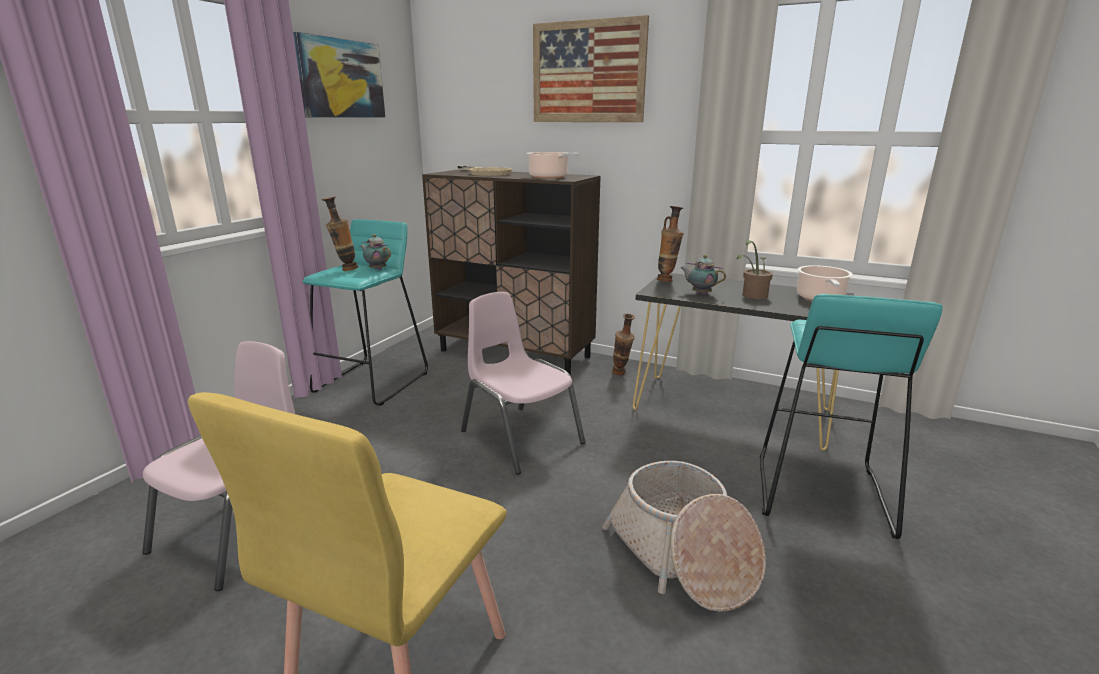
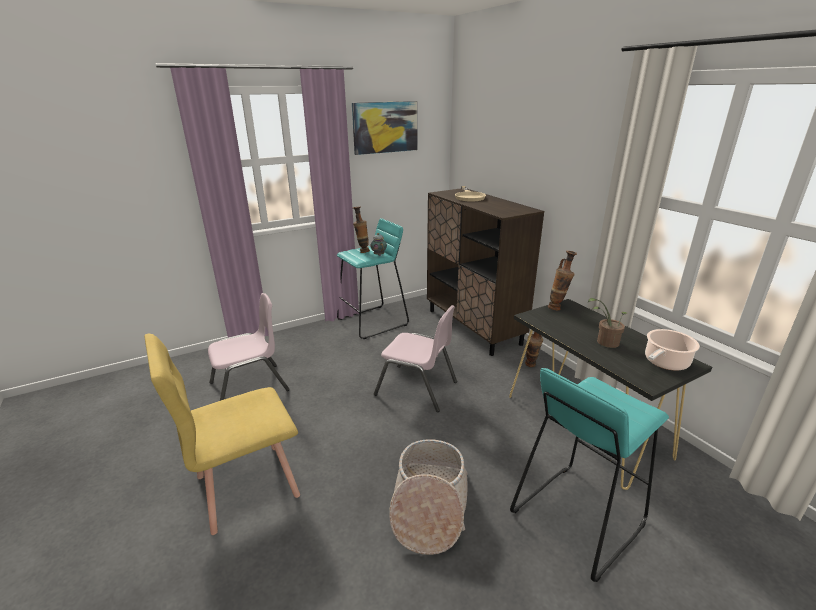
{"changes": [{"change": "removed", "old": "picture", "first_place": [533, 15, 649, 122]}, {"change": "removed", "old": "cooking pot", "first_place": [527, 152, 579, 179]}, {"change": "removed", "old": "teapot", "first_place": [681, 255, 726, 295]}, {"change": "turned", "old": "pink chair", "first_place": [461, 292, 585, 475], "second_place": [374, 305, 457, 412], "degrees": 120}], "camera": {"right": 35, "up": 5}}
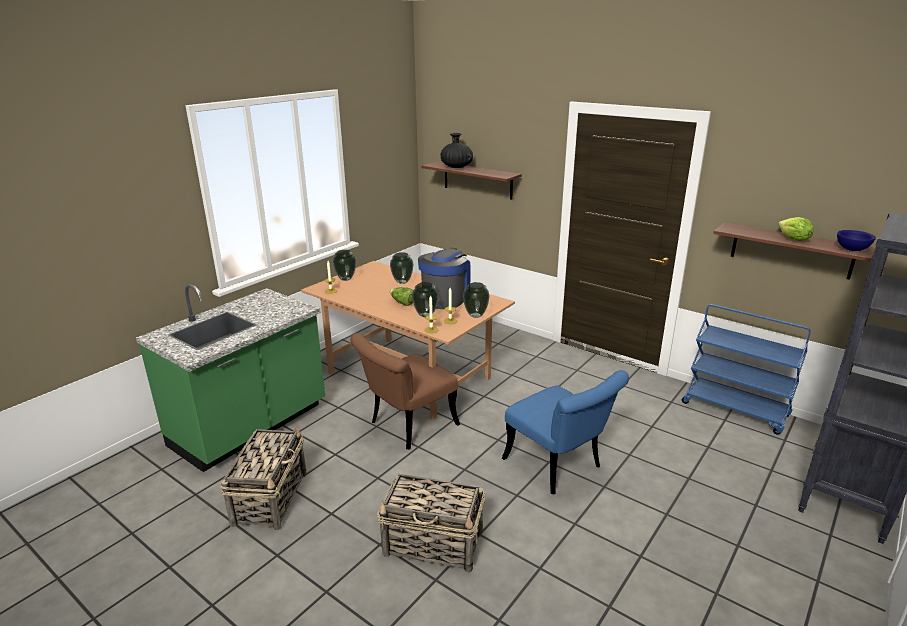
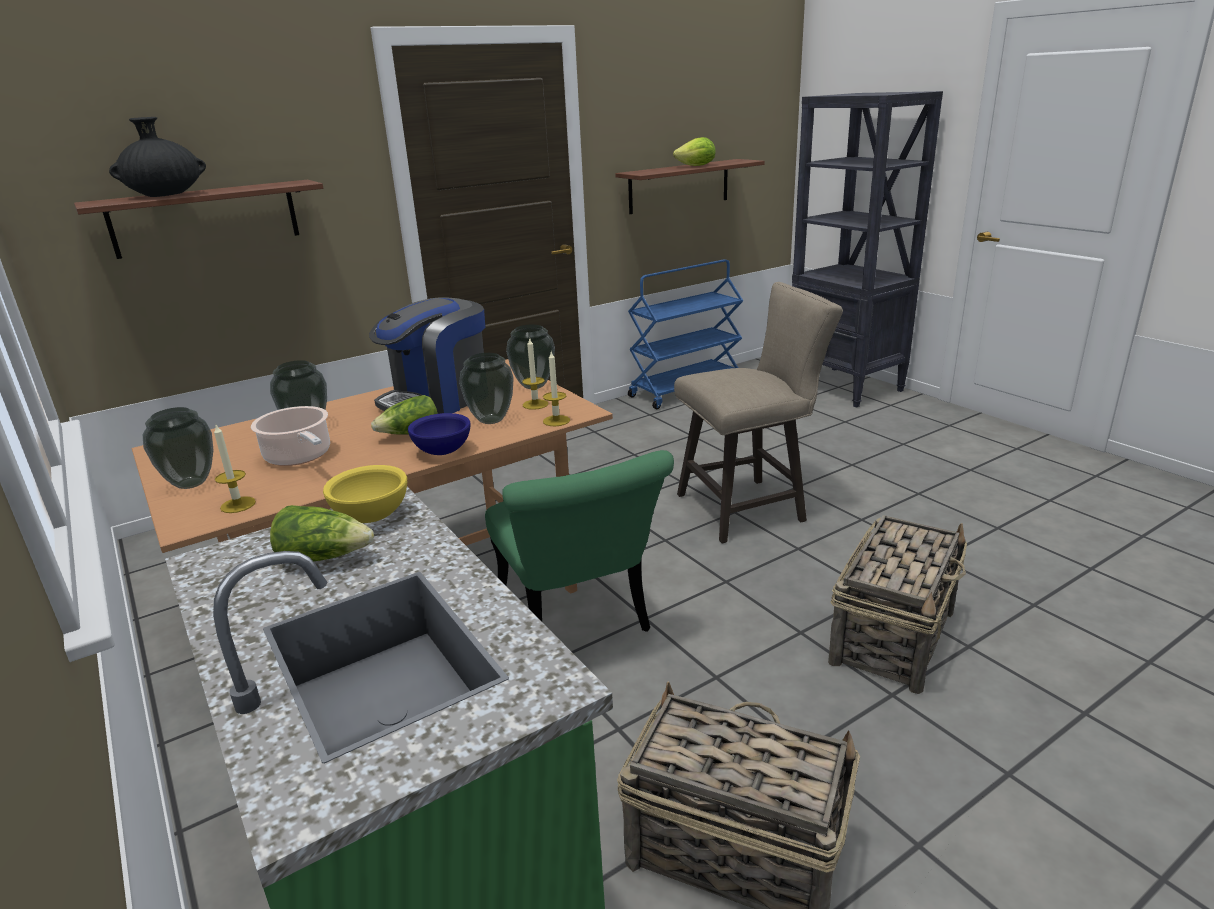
{"changes": [{"change": "moved", "old": "blue bowl", "first_place": [837, 230, 876, 251], "second_place": [408, 413, 470, 455]}, {"change": "turned", "old": "coffee machine", "first_place": [418, 248, 471, 309], "second_place": [369, 298, 485, 414], "degrees": -90}, {"change": "recoloured", "old": "brown chair", "new": "green chair", "first_place": [350, 333, 460, 449], "second_place": [485, 450, 674, 632]}, {"change": "replaced", "old": "blue chair", "new": "beige stool", "first_place": [502, 370, 629, 494], "second_place": [674, 282, 843, 543]}, {"change": "added", "new": "cooking pot", "second_place": [251, 406, 330, 466]}, {"change": "added", "new": "yellow bowl", "second_place": [323, 465, 407, 523]}, {"change": "added", "new": "lettuce", "second_place": [270, 505, 374, 562]}], "camera": {"right": -70, "up": 0}}
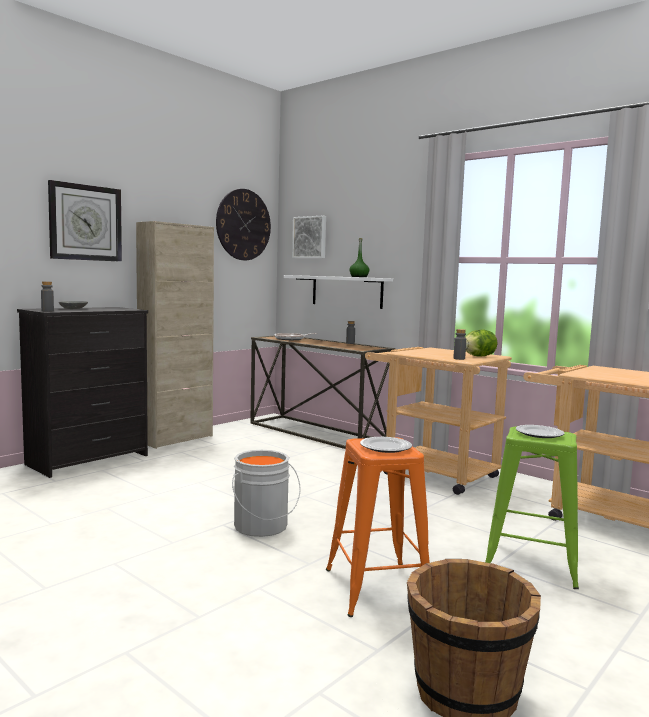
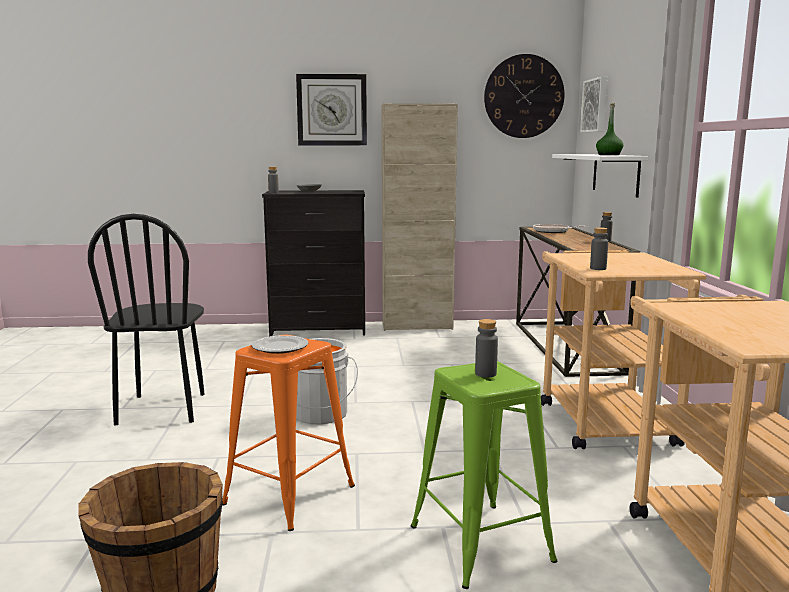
{"changes": [{"change": "removed", "old": "lettuce", "first_place": [465, 330, 497, 357]}, {"change": "replaced", "old": "plate", "new": "grey bottle", "first_place": [516, 425, 564, 438], "second_place": [475, 319, 498, 378]}, {"change": "added", "new": "black chair", "second_place": [88, 214, 205, 425]}], "camera": {"right": 45, "up": 5}}
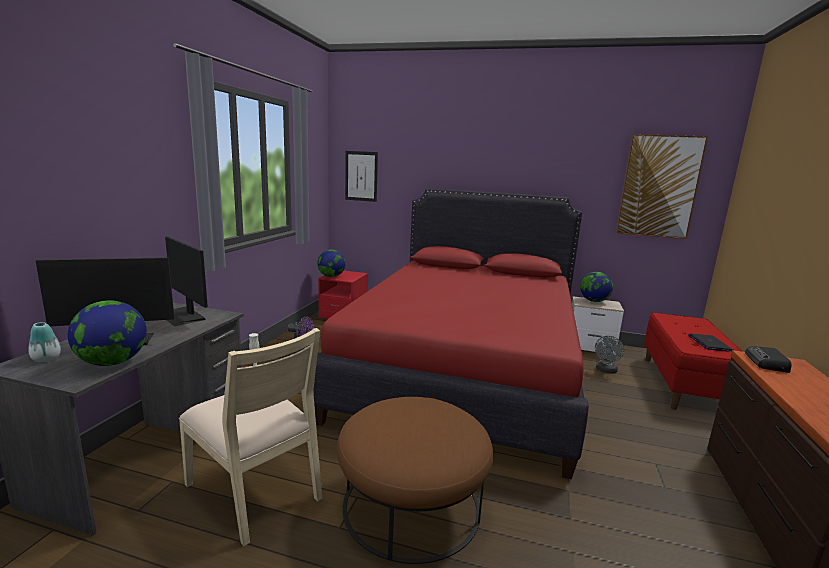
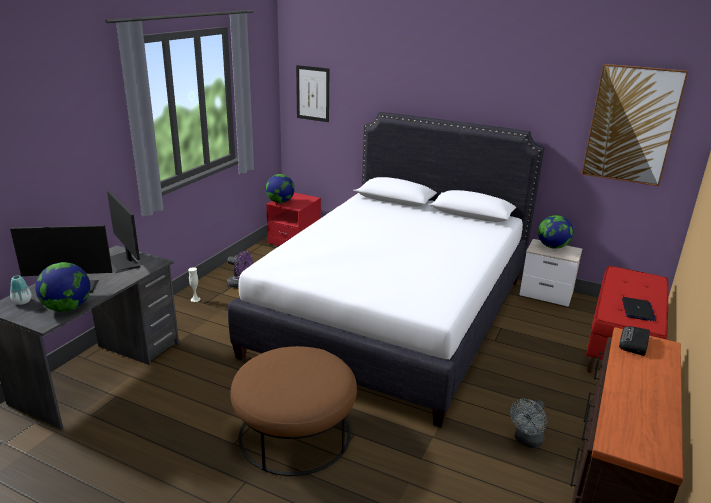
{"changes": [{"change": "recoloured", "old": "red bed", "new": "white bed", "first_place": [313, 189, 589, 479], "second_place": [228, 112, 545, 428]}, {"change": "removed", "old": "beige chair", "first_place": [179, 328, 322, 546]}, {"change": "moved", "old": "grey fan", "first_place": [595, 336, 624, 374], "second_place": [510, 399, 547, 448]}], "camera": {"right": 10, "up": 10}}
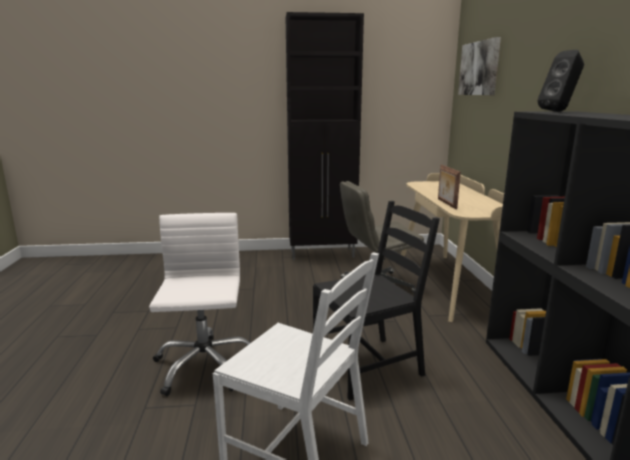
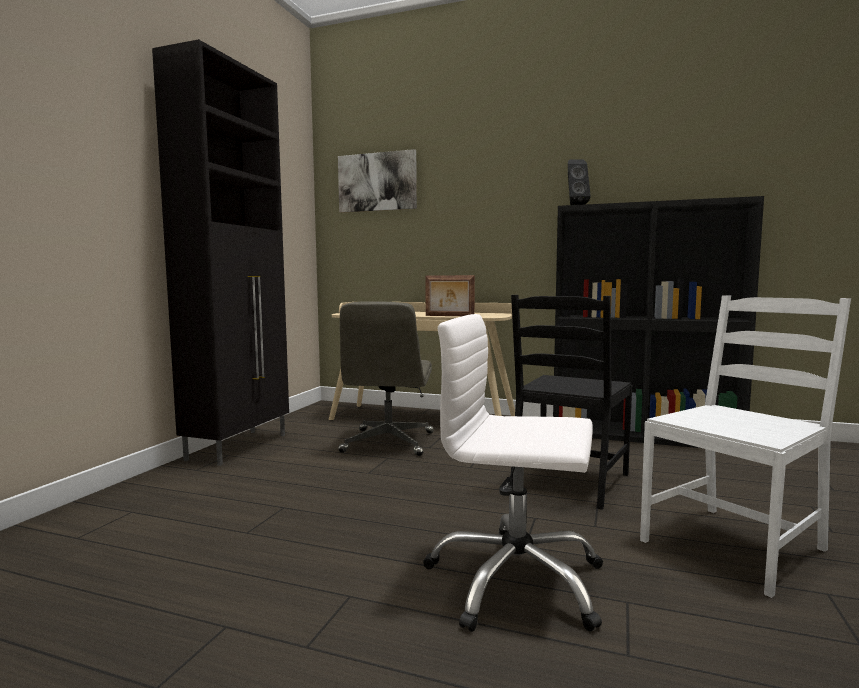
{"changes": [{"change": "turned", "old": "black chair", "first_place": [313, 201, 440, 401], "second_place": [511, 295, 632, 510], "degrees": -150}], "camera": {"right": -65, "up": -10}}
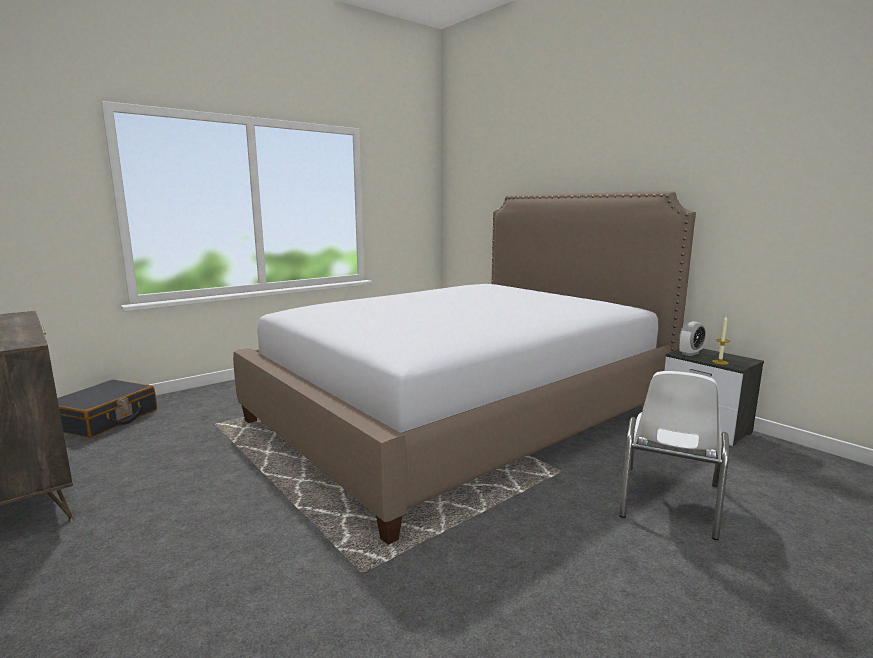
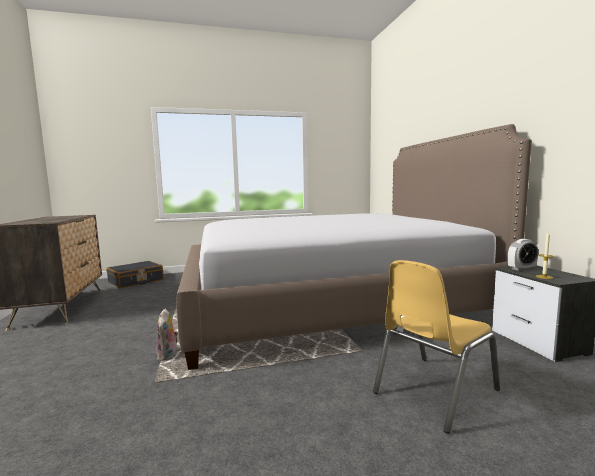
{"changes": [{"change": "recoloured", "old": "white chair", "new": "yellow chair", "first_place": [619, 371, 729, 540], "second_place": [373, 260, 500, 434]}, {"change": "added", "new": "plush toy", "second_place": [157, 309, 178, 361]}], "camera": {"right": 25, "up": -5}}
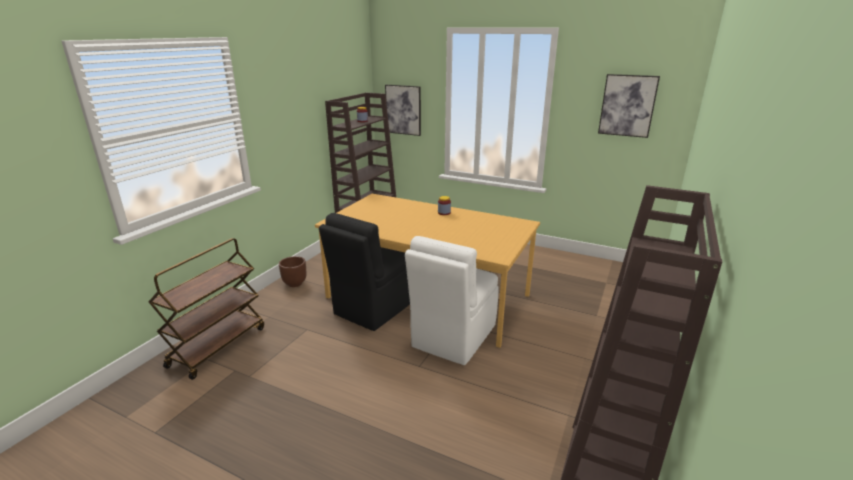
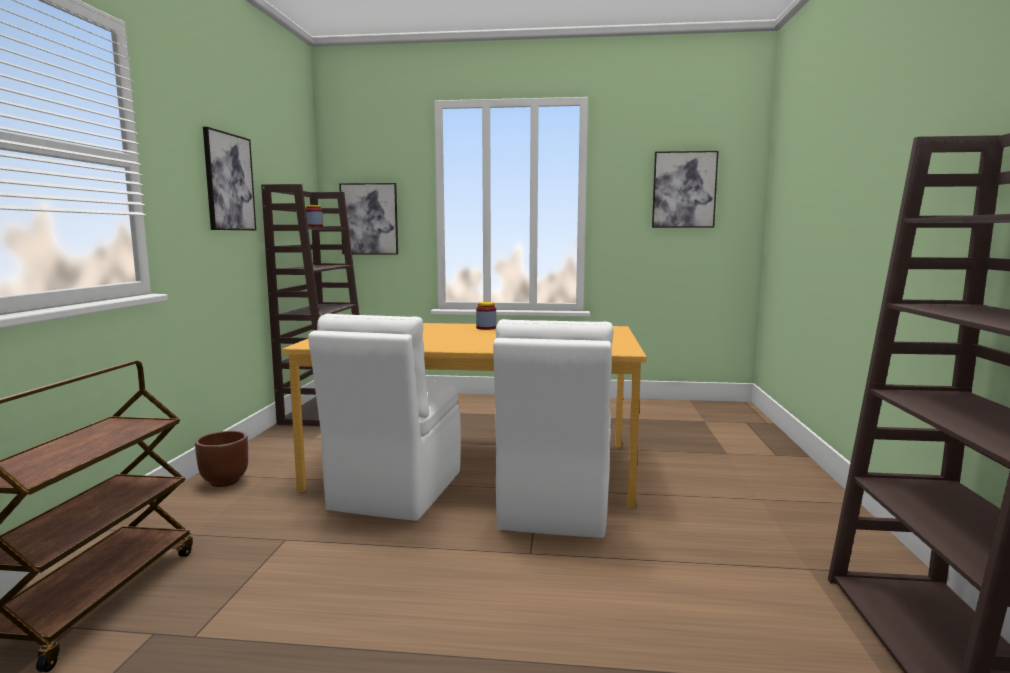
{"changes": [{"change": "recoloured", "old": "black chair", "new": "white chair", "first_place": [319, 213, 410, 331], "second_place": [308, 314, 461, 521]}, {"change": "added", "new": "picture", "second_place": [203, 127, 256, 230]}], "camera": {"right": -20, "up": -15}}
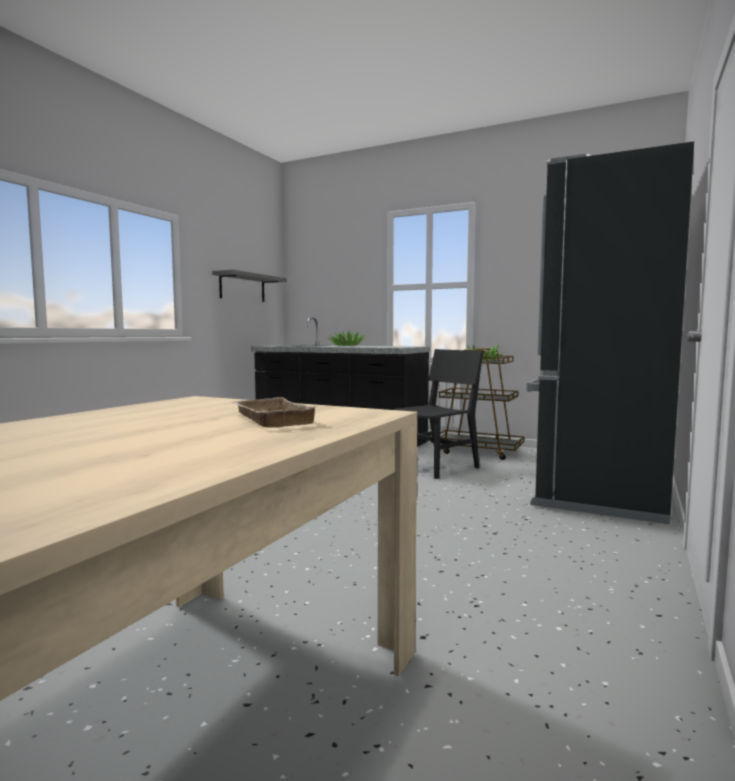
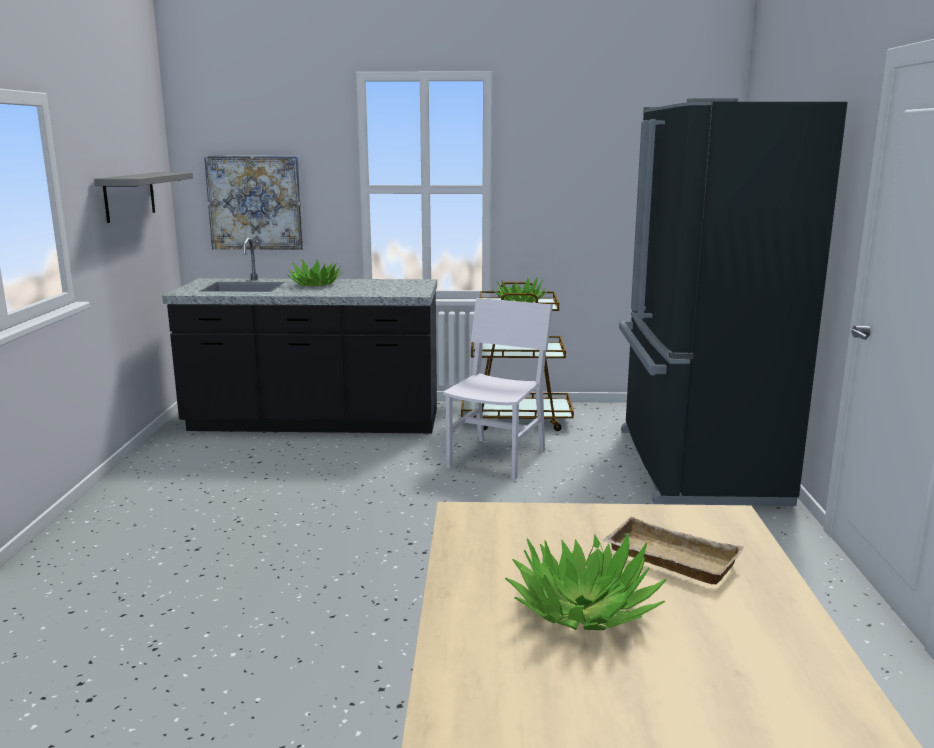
{"changes": [{"change": "recoloured", "old": "black chair", "new": "white chair", "first_place": [393, 349, 484, 479], "second_place": [443, 298, 553, 480]}, {"change": "added", "new": "picture", "second_place": [204, 156, 303, 250]}, {"change": "added", "new": "potted plant", "second_place": [505, 533, 666, 630]}], "camera": {"right": -25, "up": 10}}
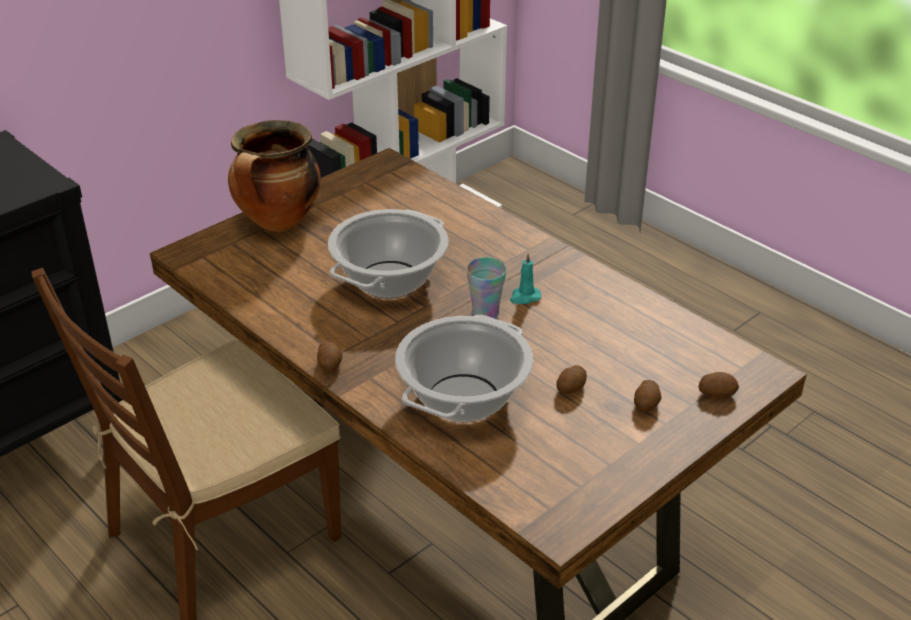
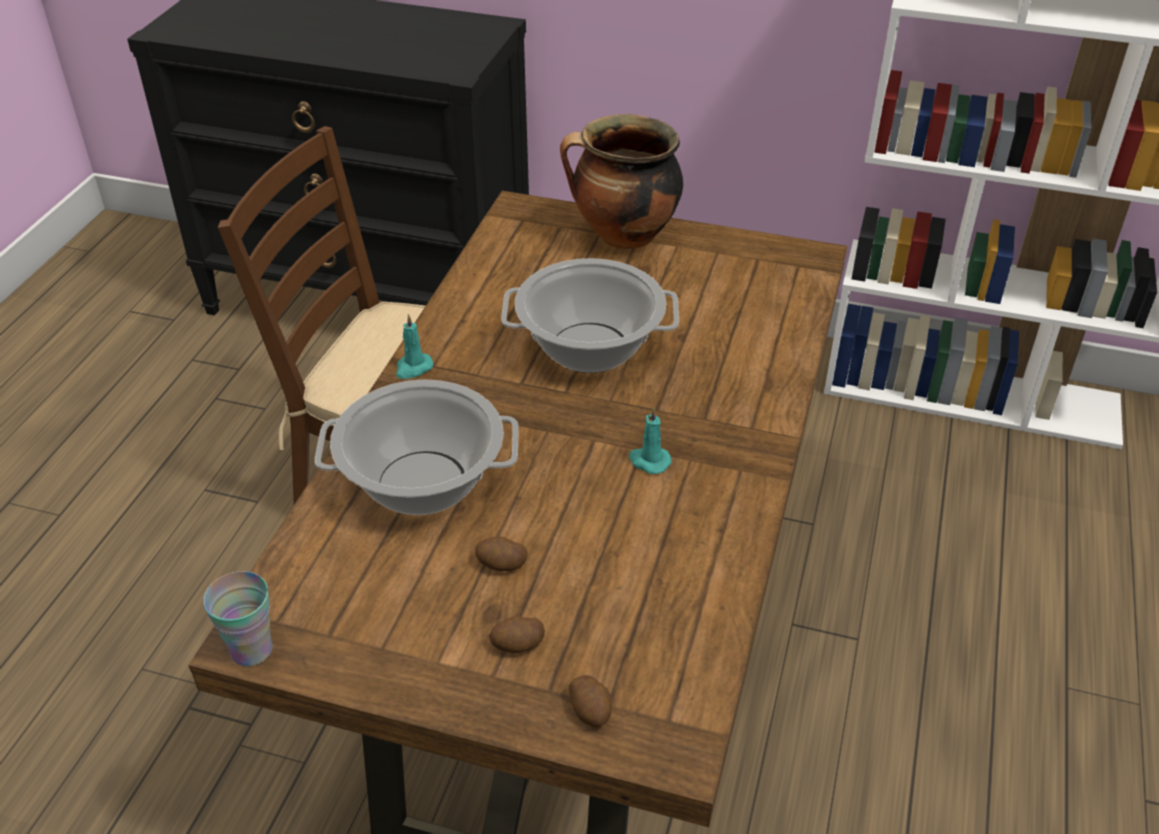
{"changes": [{"change": "moved", "old": "cup", "first_place": [466, 257, 506, 319], "second_place": [203, 571, 273, 666]}, {"change": "replaced", "old": "potato", "new": "turquoise candle", "first_place": [317, 341, 342, 371], "second_place": [396, 314, 433, 379]}], "camera": {"right": 60, "up": 5}}
